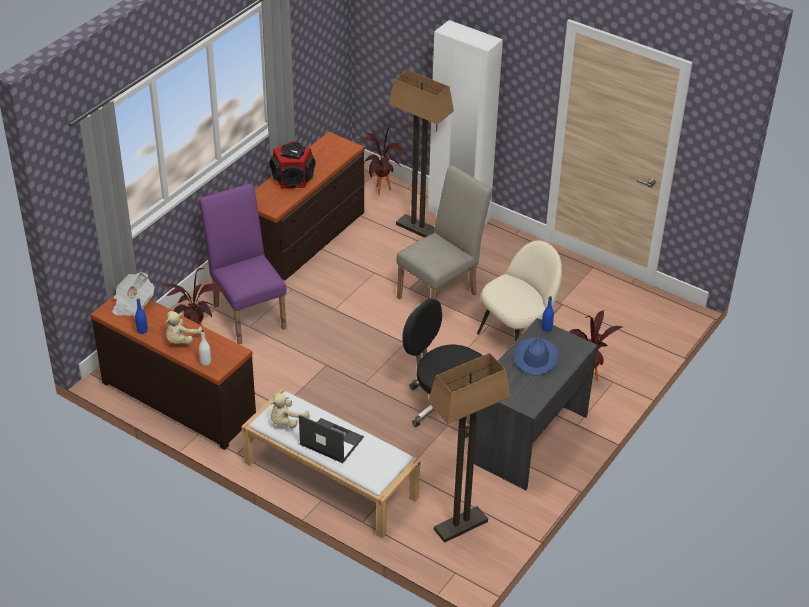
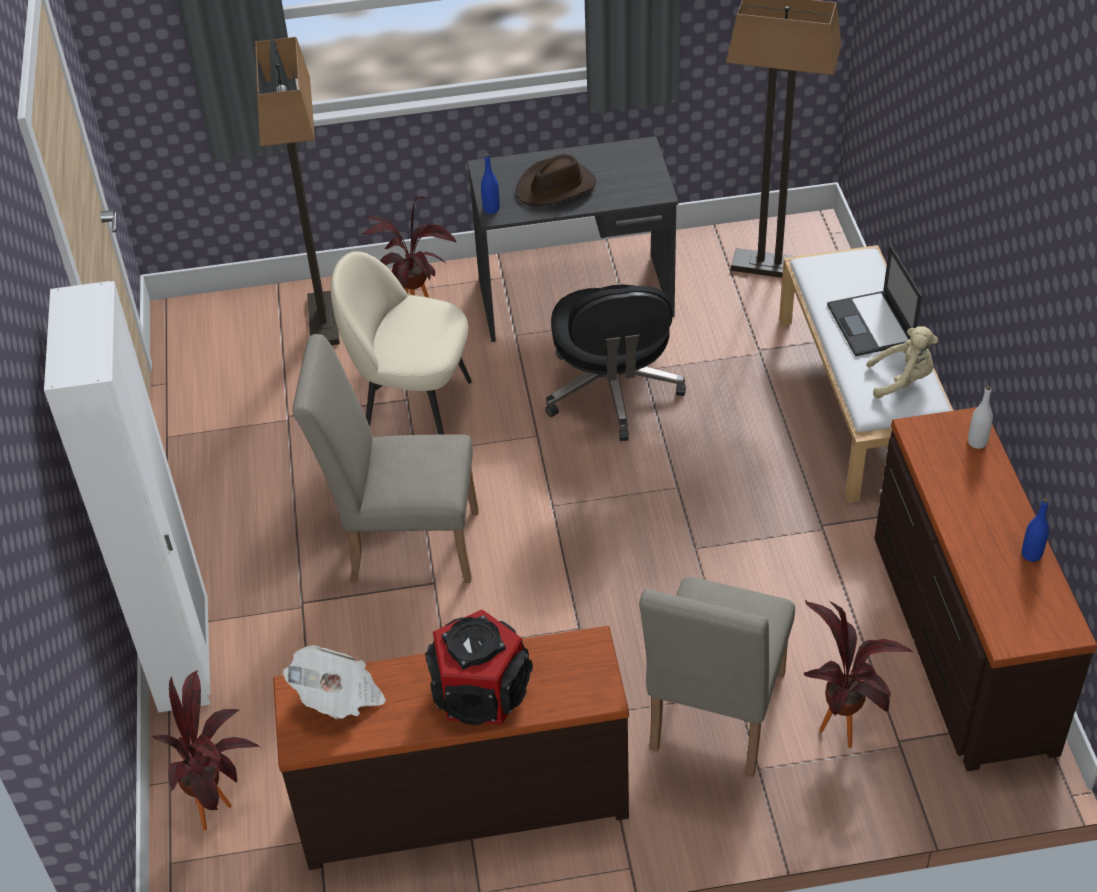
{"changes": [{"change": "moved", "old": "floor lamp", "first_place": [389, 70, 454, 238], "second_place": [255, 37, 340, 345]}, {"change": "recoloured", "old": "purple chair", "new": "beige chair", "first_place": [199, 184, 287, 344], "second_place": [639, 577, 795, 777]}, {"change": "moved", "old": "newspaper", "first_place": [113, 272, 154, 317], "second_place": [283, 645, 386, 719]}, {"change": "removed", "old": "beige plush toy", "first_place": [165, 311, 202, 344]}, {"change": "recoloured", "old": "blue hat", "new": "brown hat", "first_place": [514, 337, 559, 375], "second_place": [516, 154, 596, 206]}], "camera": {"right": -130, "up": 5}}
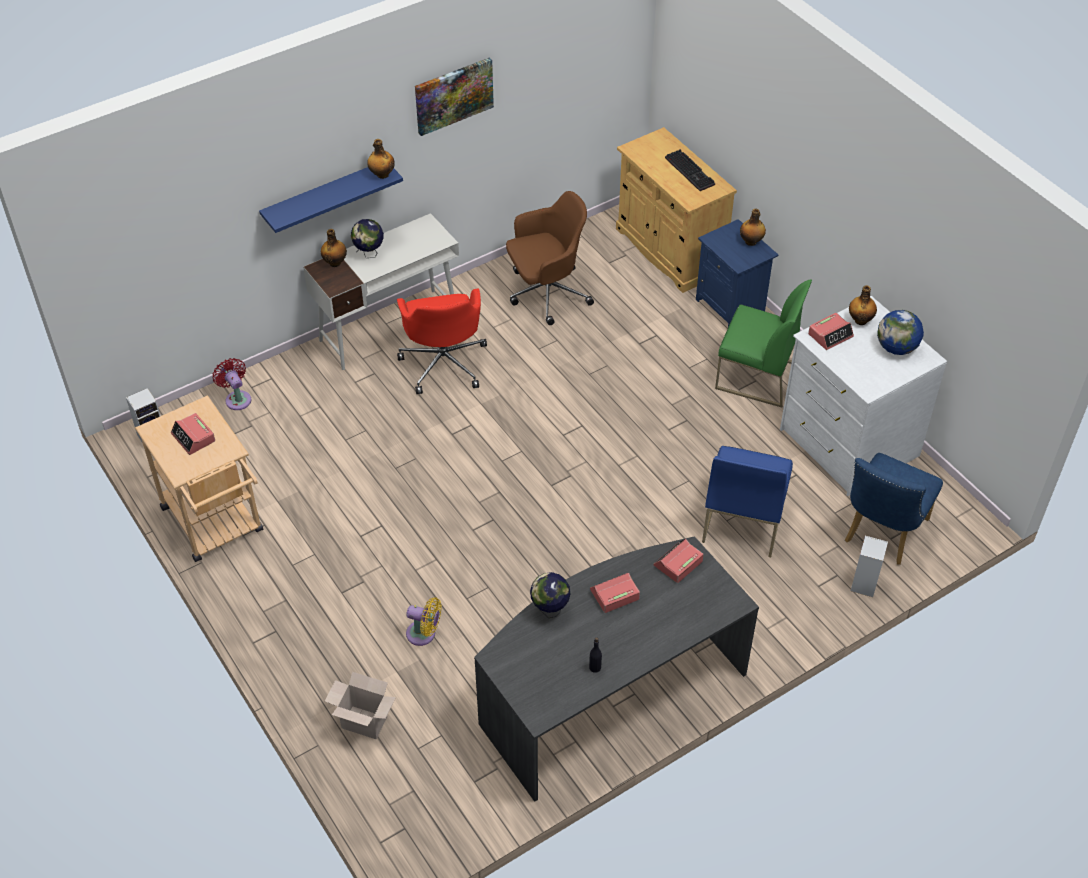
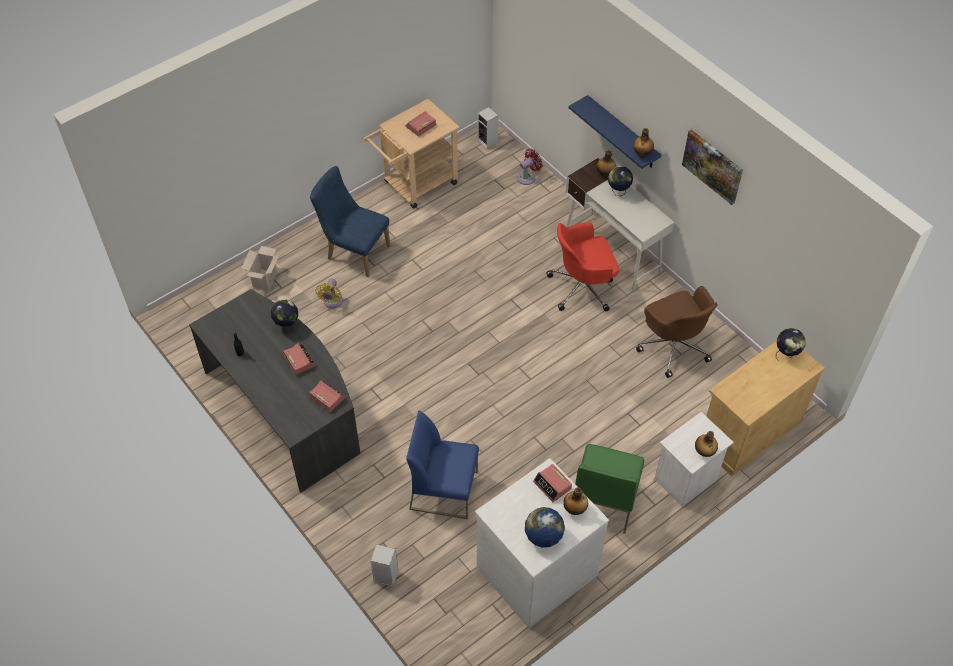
{"changes": [{"change": "removed", "old": "keyboard", "first_place": [665, 149, 715, 191]}, {"change": "recoloured", "old": "blue nightstand", "new": "white nightstand", "first_place": [696, 219, 778, 327], "second_place": [654, 412, 734, 507]}, {"change": "moved", "old": "blue chair", "first_place": [845, 453, 943, 565], "second_place": [310, 166, 391, 277]}, {"change": "added", "new": "globe", "second_place": [776, 328, 806, 361]}], "camera": {"right": 85, "up": 5}}
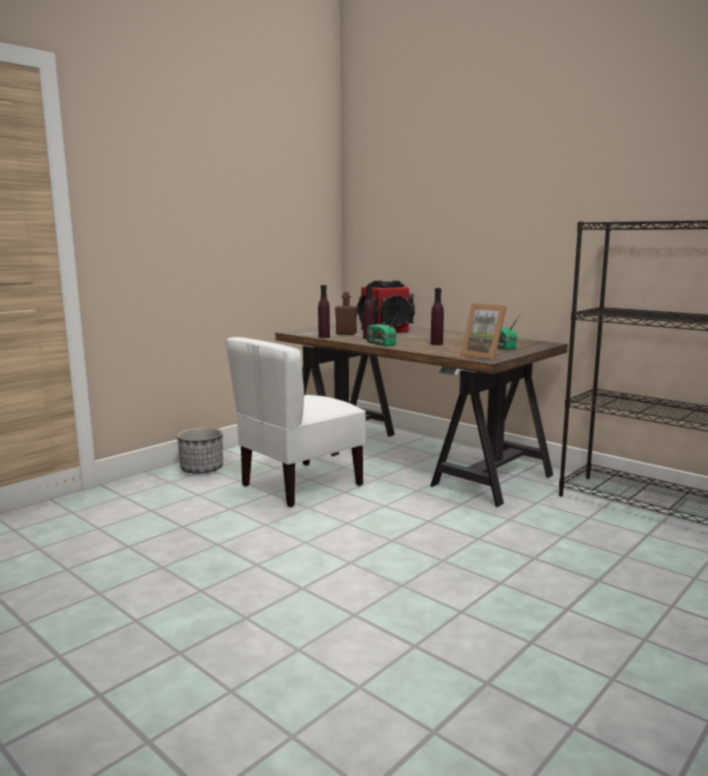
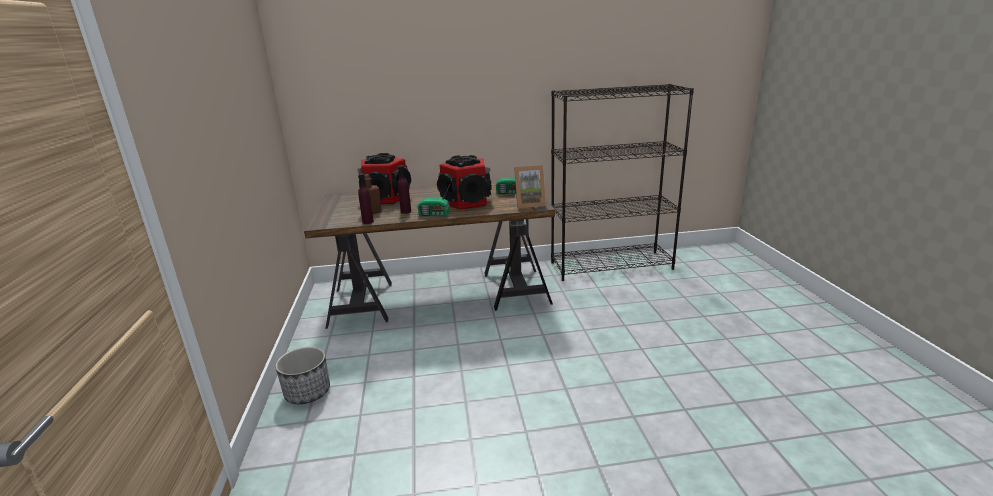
{"changes": [{"change": "replaced", "old": "purple bottle", "new": "speaker", "first_place": [431, 288, 444, 345], "second_place": [437, 155, 492, 210]}, {"change": "removed", "old": "white chair", "first_place": [226, 337, 366, 507]}], "camera": {"right": -50, "up": 10}}
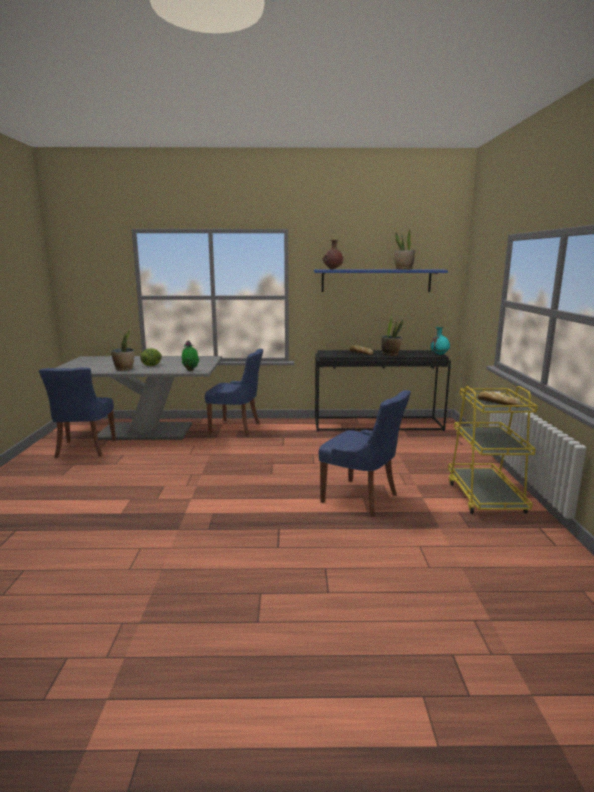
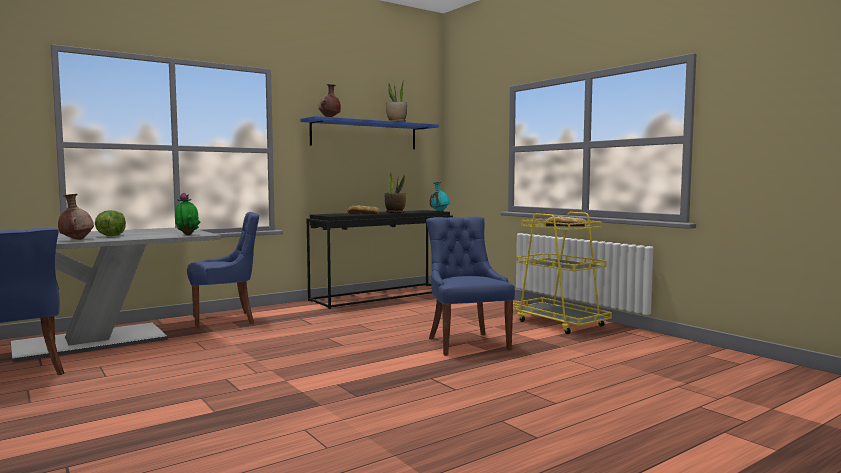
{"changes": [{"change": "replaced", "old": "potted plant", "new": "brown vase", "first_place": [111, 328, 134, 371], "second_place": [58, 194, 94, 240]}, {"change": "turned", "old": "blue chair", "first_place": [319, 390, 411, 517], "second_place": [426, 217, 515, 356], "degrees": -105}], "camera": {"right": -35, "up": -10}}
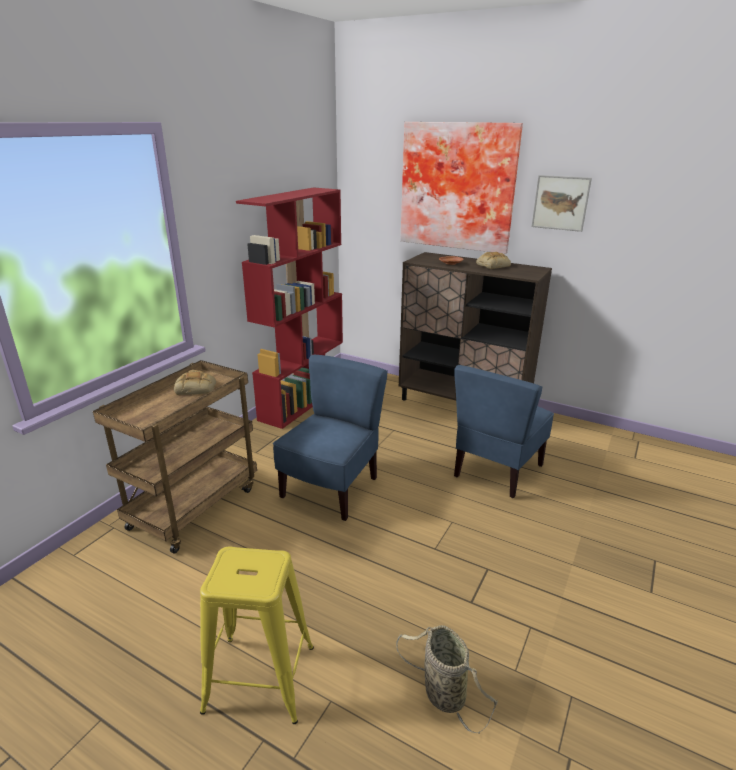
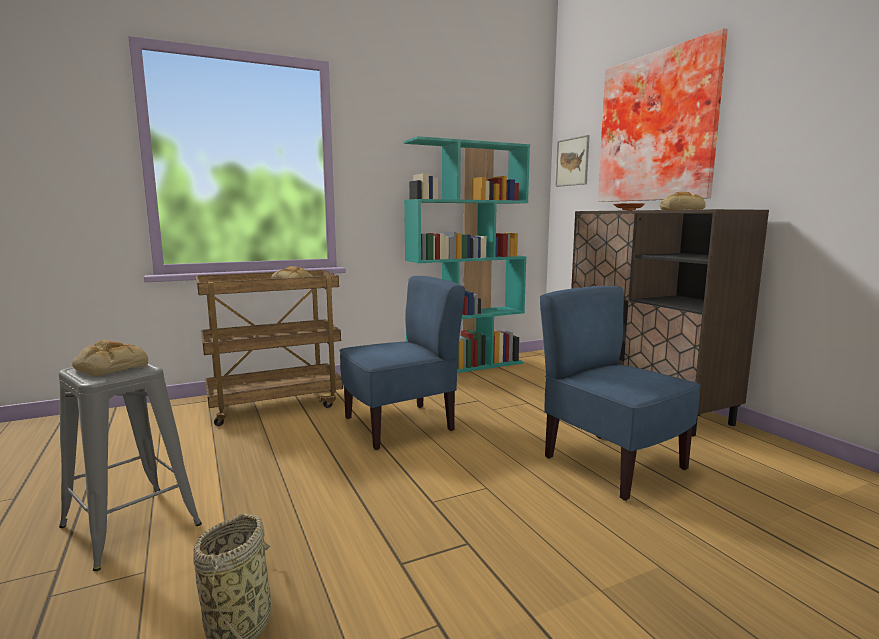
{"changes": [{"change": "moved", "old": "picture", "first_place": [531, 175, 592, 232], "second_place": [555, 135, 590, 187]}, {"change": "recoloured", "old": "red bookcase", "new": "turquoise bookcase", "first_place": [236, 187, 343, 429], "second_place": [403, 136, 530, 373]}, {"change": "turned", "old": "blue chair", "first_place": [454, 365, 554, 498], "second_place": [540, 286, 701, 501], "degrees": 75}, {"change": "recoloured", "old": "yellow stool", "new": "grey stool", "first_place": [200, 547, 314, 724], "second_place": [59, 363, 202, 571]}, {"change": "added", "new": "bread", "second_place": [72, 340, 148, 376]}], "camera": {"right": 35, "up": -15}}
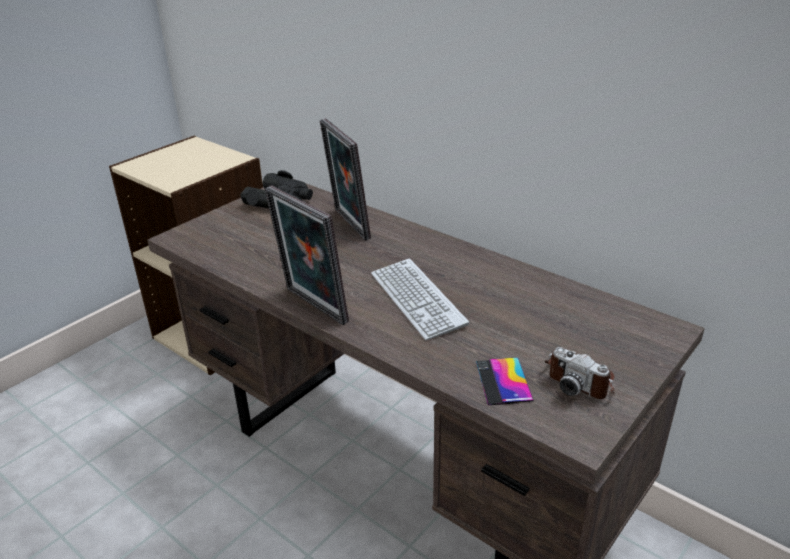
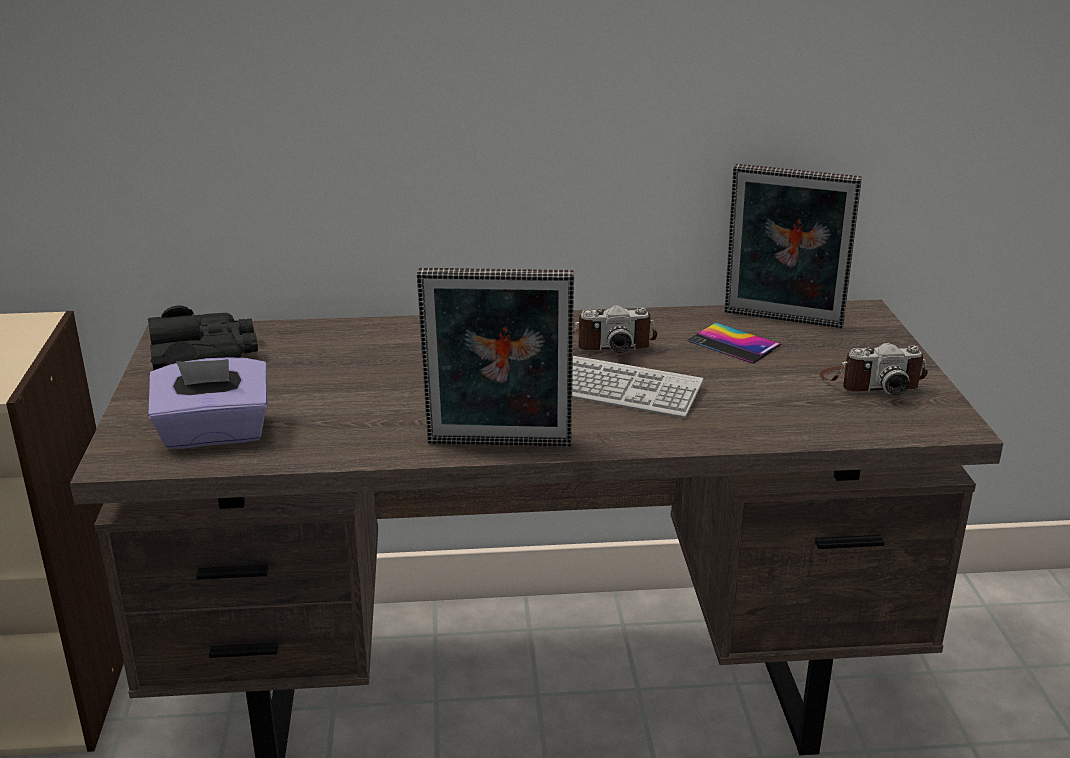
{"changes": [{"change": "moved", "old": "picture frame", "first_place": [320, 118, 371, 240], "second_place": [724, 164, 862, 328]}, {"change": "moved", "old": "phone", "first_place": [476, 357, 534, 405], "second_place": [687, 322, 781, 364]}, {"change": "added", "new": "photo camera", "second_place": [573, 305, 657, 353]}, {"change": "added", "new": "purple tissue box", "second_place": [148, 357, 268, 449]}], "camera": {"right": -45, "up": -5}}
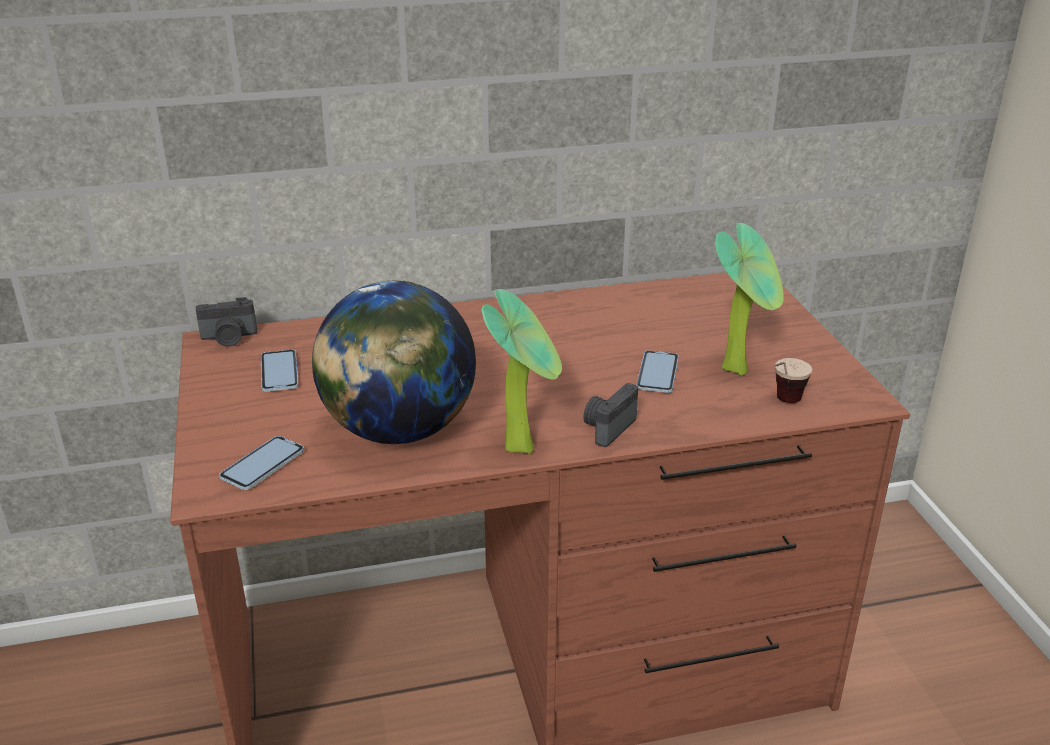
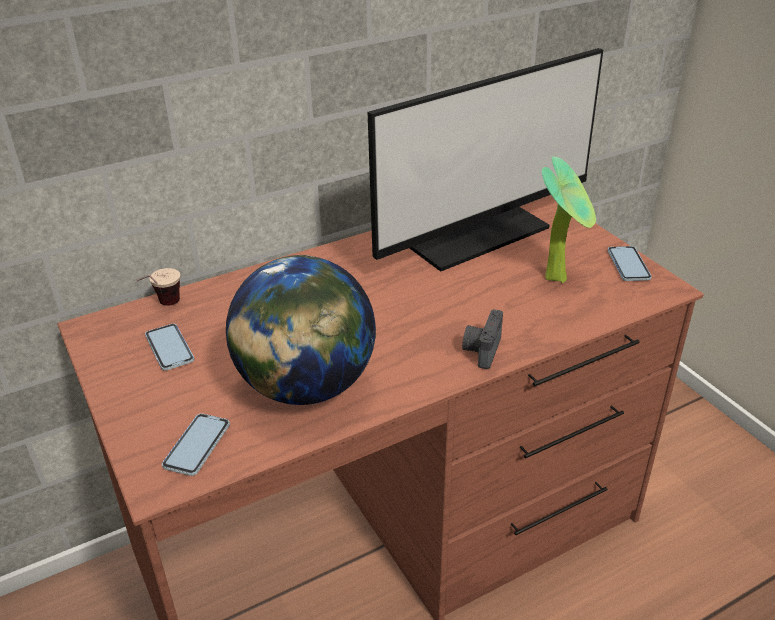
{"changes": [{"change": "removed", "old": "potted plant", "first_place": [482, 289, 562, 455]}, {"change": "removed", "old": "photo camera", "first_place": [196, 297, 257, 347]}, {"change": "moved", "old": "phone", "first_place": [636, 351, 679, 393], "second_place": [608, 246, 652, 281]}, {"change": "moved", "old": "cup", "first_place": [774, 358, 812, 403], "second_place": [136, 268, 180, 306]}, {"change": "added", "new": "monitor", "second_place": [368, 48, 603, 272]}], "camera": {"right": -15, "up": 5}}
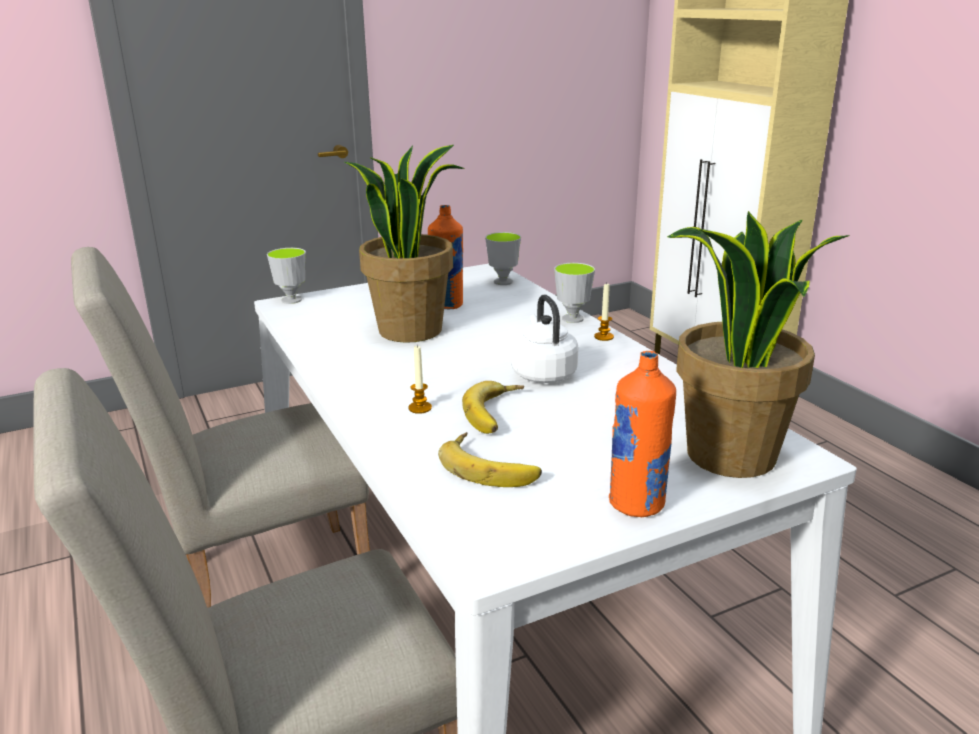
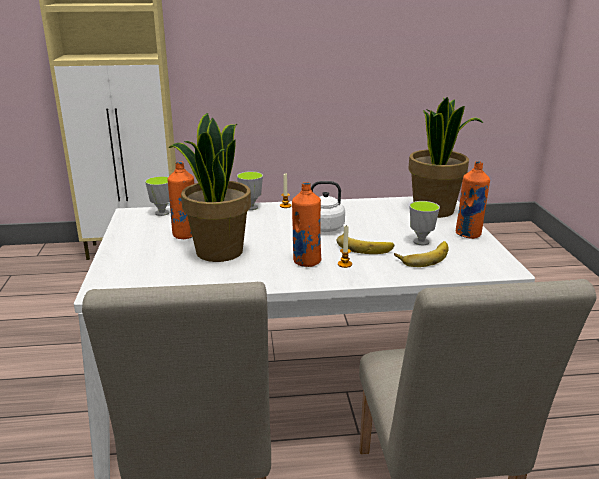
{"changes": [{"change": "moved", "old": "cup", "first_place": [267, 248, 306, 304], "second_place": [409, 201, 440, 245]}, {"change": "added", "new": "orange bottle", "second_place": [292, 182, 322, 267]}], "camera": {"right": -70, "up": 0}}
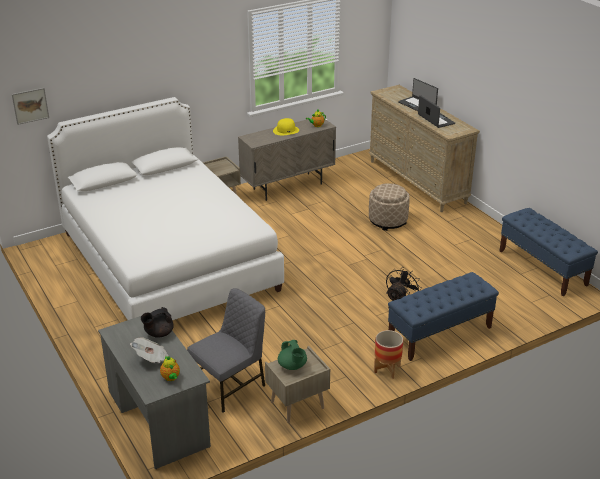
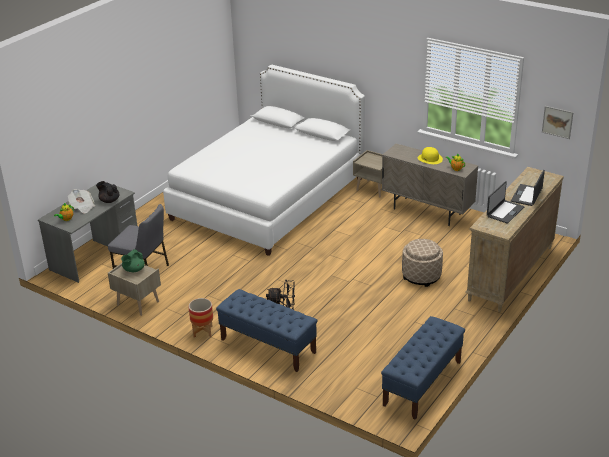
{"changes": [{"change": "moved", "old": "picture", "first_place": [12, 88, 49, 125], "second_place": [542, 106, 574, 139]}], "camera": {"right": 65, "up": 0}}
